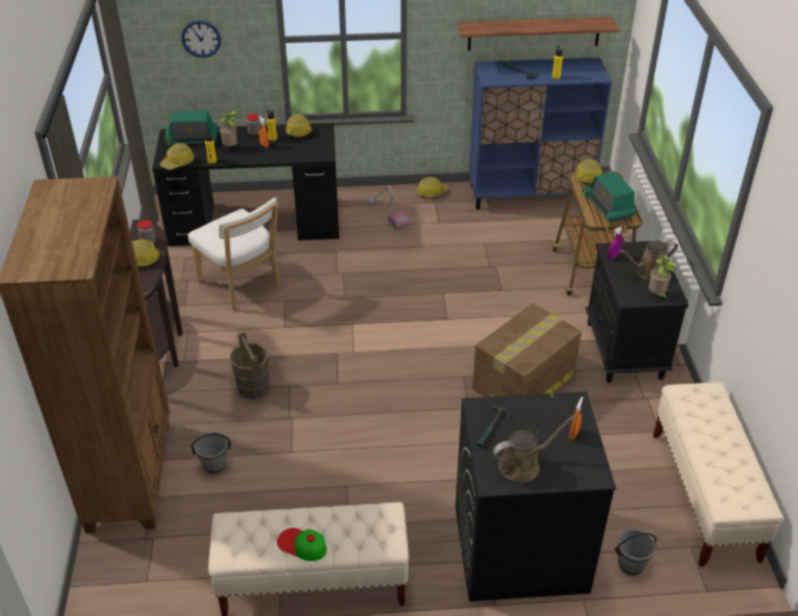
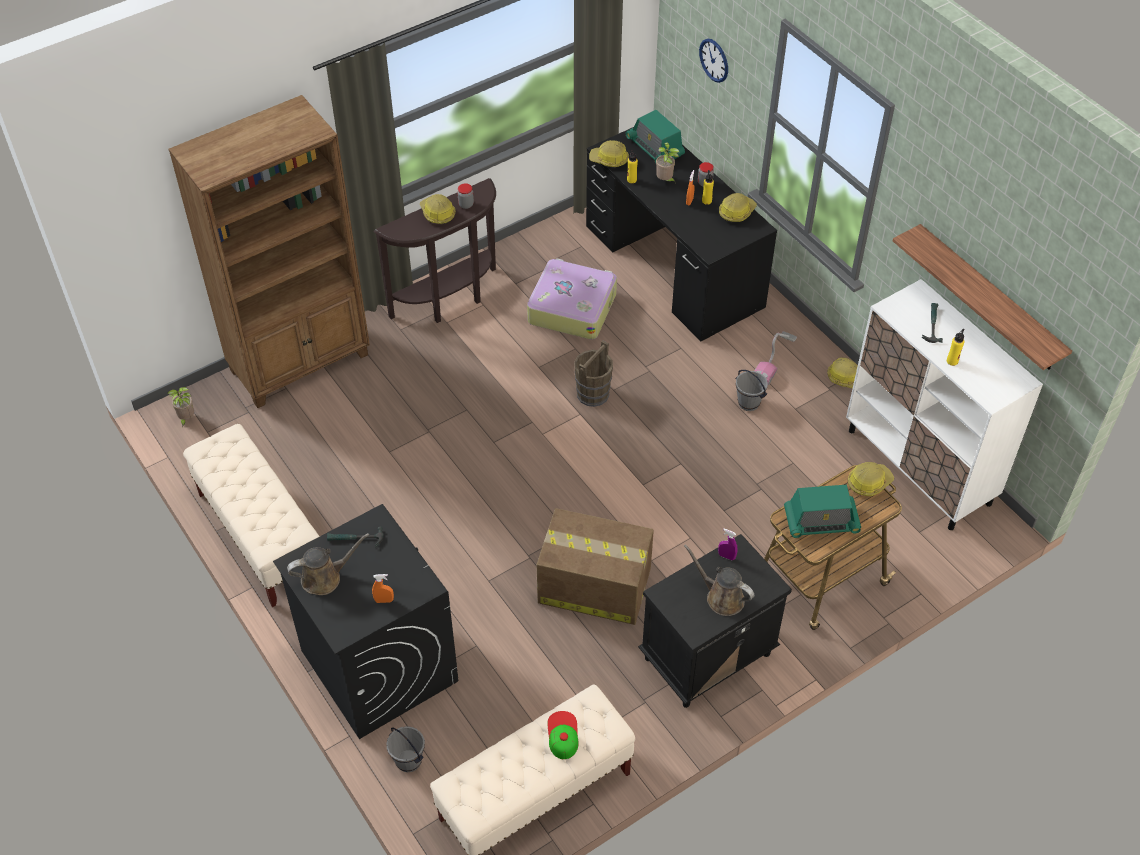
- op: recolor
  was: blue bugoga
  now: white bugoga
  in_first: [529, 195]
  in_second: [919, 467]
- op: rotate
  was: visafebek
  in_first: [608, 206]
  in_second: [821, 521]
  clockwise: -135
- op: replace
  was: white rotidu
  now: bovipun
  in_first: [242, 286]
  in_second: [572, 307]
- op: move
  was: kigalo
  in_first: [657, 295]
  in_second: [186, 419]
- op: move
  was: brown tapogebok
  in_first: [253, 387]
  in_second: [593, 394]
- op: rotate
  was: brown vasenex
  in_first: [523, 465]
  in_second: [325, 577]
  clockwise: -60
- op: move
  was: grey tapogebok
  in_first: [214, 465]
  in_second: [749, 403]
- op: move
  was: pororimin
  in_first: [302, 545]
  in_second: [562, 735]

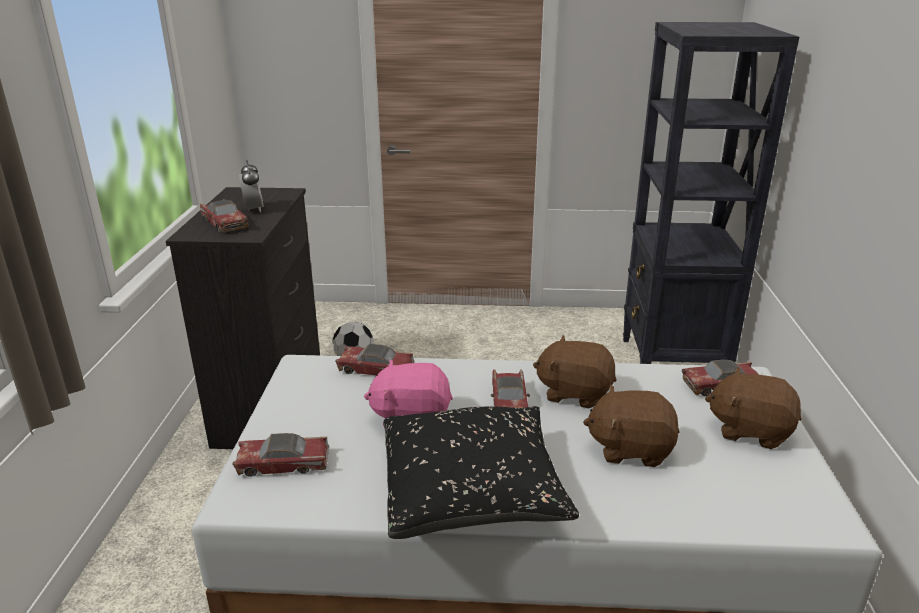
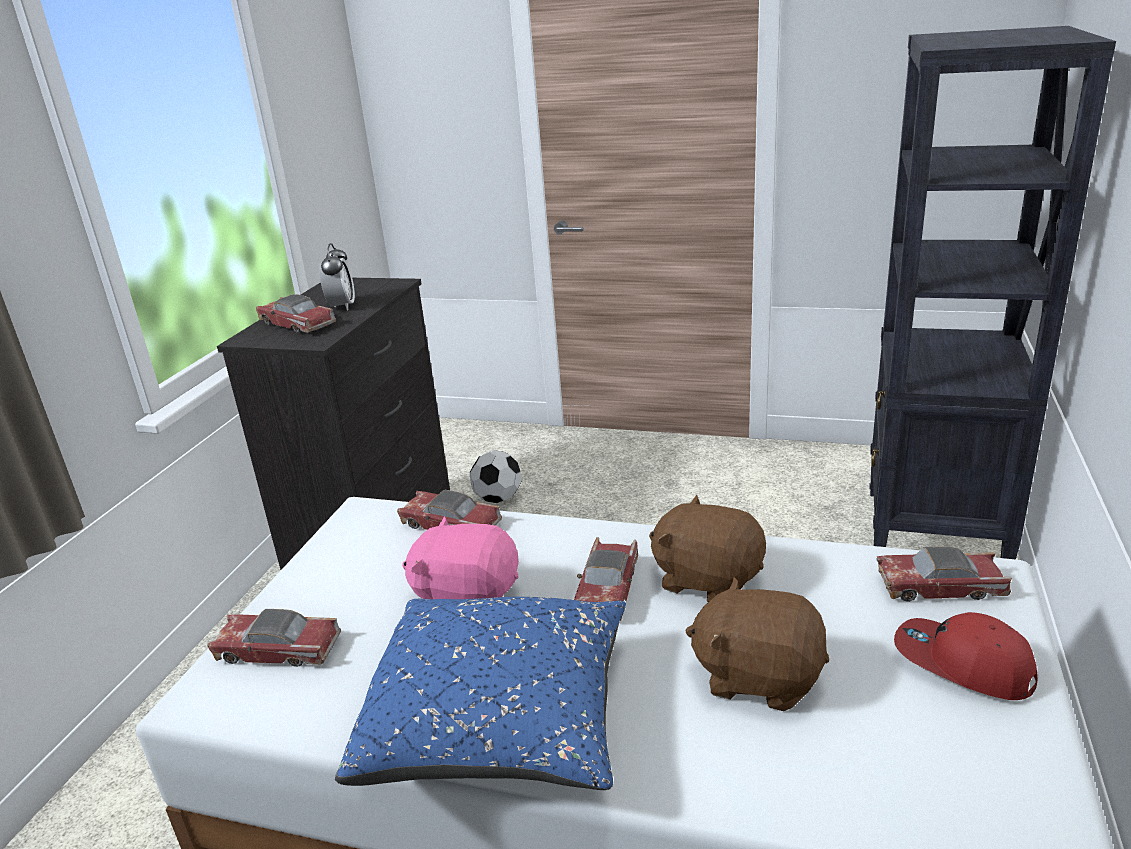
- op: rotate
  was: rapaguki
  in_first: [224, 223]
  in_second: [297, 324]
  clockwise: 150
- op: replace
  was: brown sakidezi
  now: red pororimin
  in_first: [750, 430]
  in_second: [962, 664]
- op: recolor
  was: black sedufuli
  now: blue sedufuli
  in_first: [472, 492]
  in_second: [500, 721]

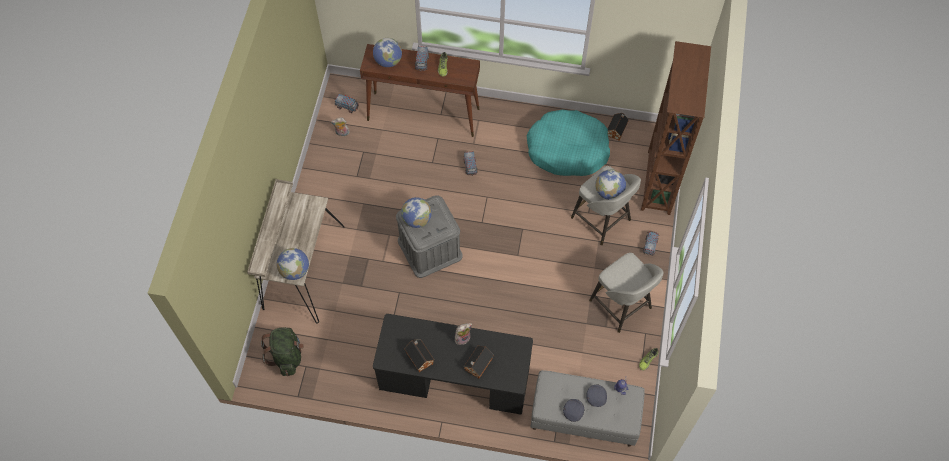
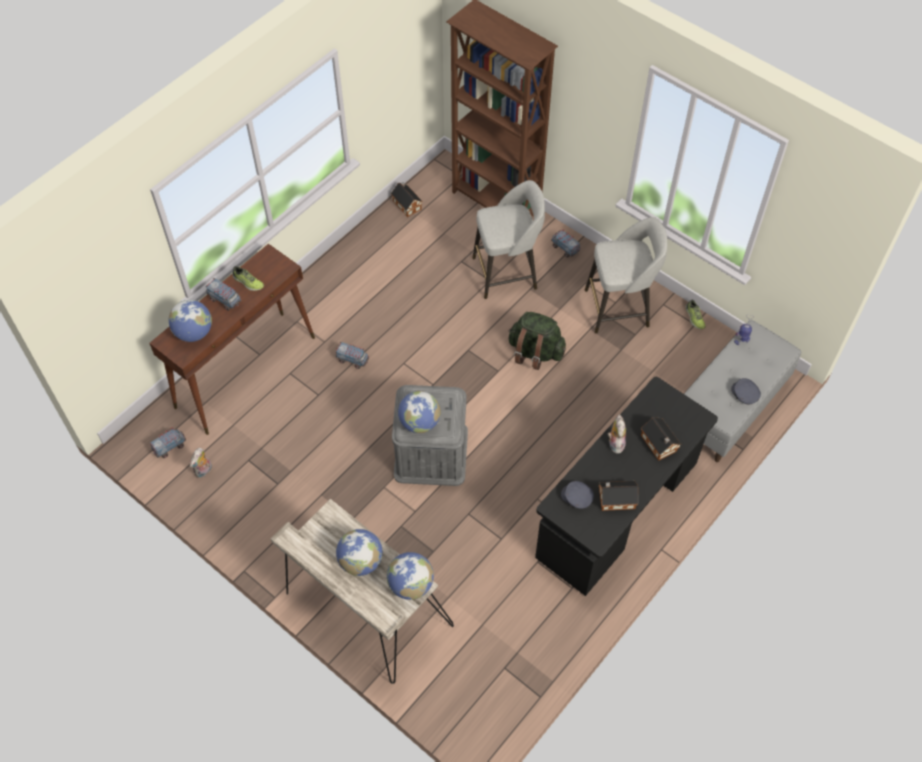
- op: delete
  was: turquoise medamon
  in_first: [567, 149]
- op: move
  was: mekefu
  in_first: [609, 192]
  in_second: [361, 561]
- op: move
  was: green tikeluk
  in_first: [287, 356]
  in_second: [535, 352]
- op: move
  was: grey pororimin
  in_first: [595, 396]
  in_second: [577, 497]

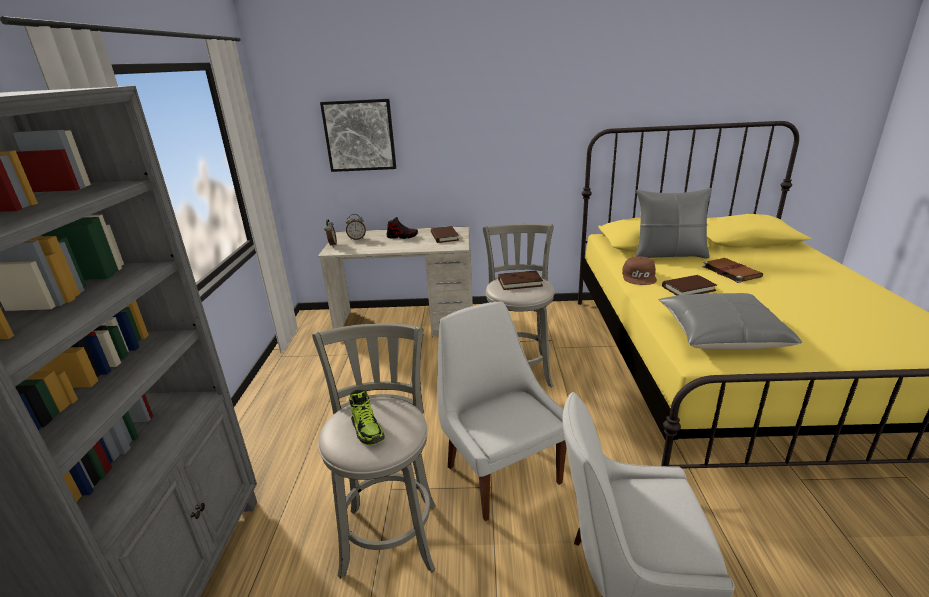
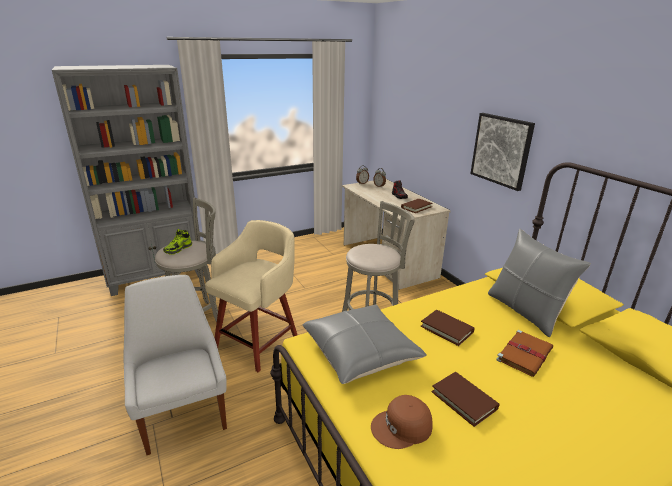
- op: move
  was: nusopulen
  in_first: [359, 135]
  in_second: [501, 150]
- op: move
  was: brown pororimin
  in_first: [639, 276]
  in_second: [402, 427]
- op: move
  was: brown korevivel
  in_first: [520, 282]
  in_second: [464, 400]
- op: replace
  was: white rotidu
  now: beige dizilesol
  in_first: [500, 471]
  in_second: [259, 342]

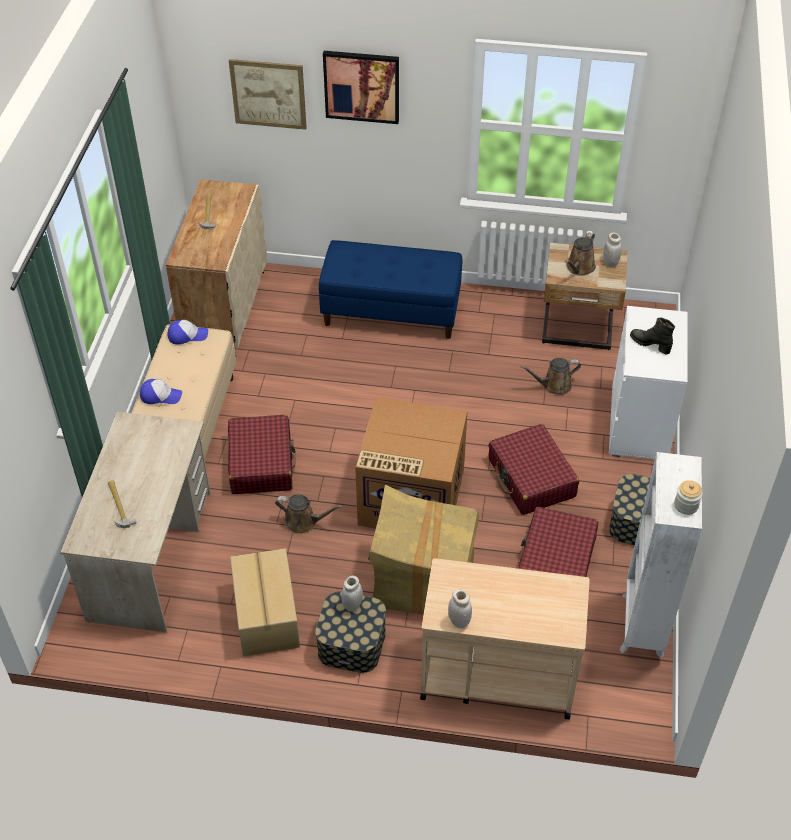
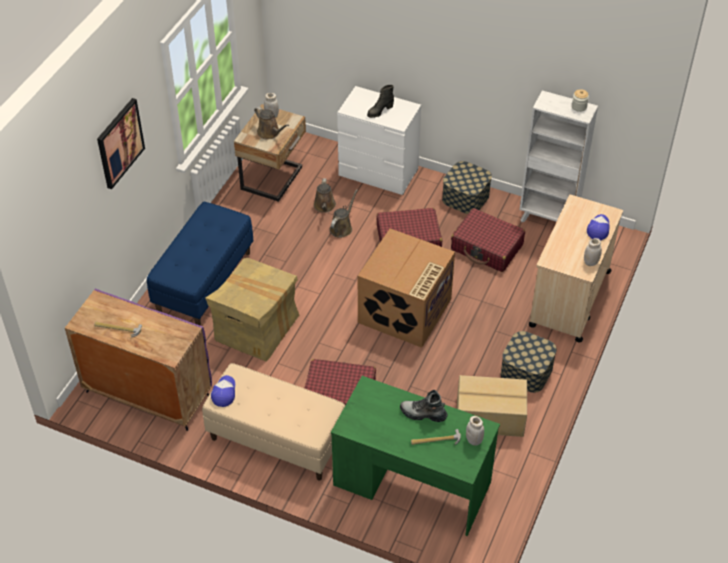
- op: delete
  was: nusopulen
  in_first: [268, 94]
- op: recolor
  was: beige bugoga
  now: purple bugoga
  in_first: [225, 310]
  in_second: [147, 393]
- op: move
  was: pororimin
  in_first: [160, 395]
  in_second: [598, 229]
- op: recolor
  was: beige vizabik
  now: green vizabik
  in_first: [151, 555]
  in_second: [412, 483]
- op: move
  was: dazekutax
  in_first: [423, 580]
  in_second: [256, 329]
- op: move
  was: brown vasenex
  in_first: [304, 522]
  in_second: [342, 227]
- op: move
  was: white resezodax
  in_first: [352, 605]
  in_second: [474, 440]
- op: insert
  now: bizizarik
  in_second: [423, 414]

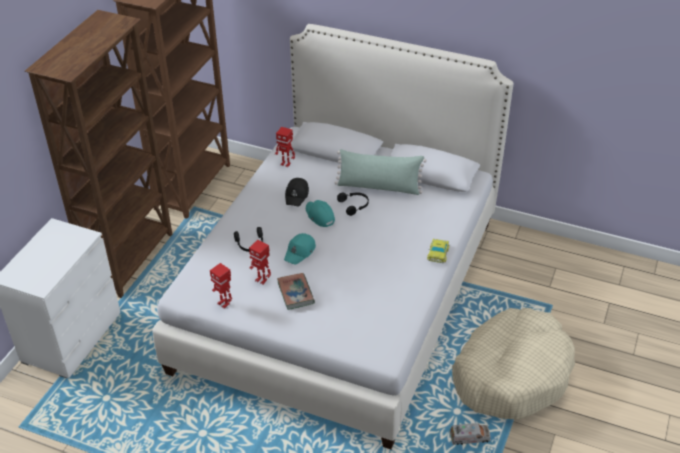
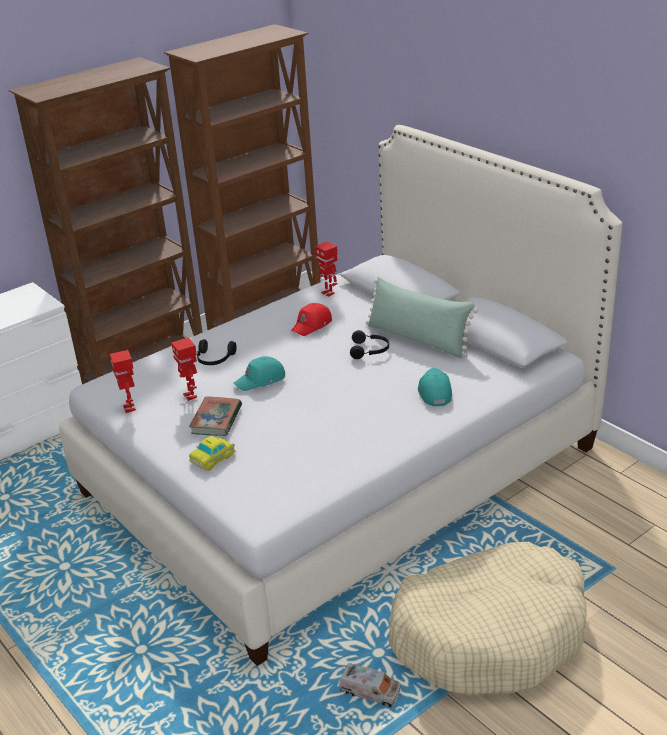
- op: recolor
  was: black pororimin
  now: red pororimin
  in_first: [297, 195]
  in_second: [312, 325]
- op: move
  was: turquoise pororimin
  in_first: [319, 216]
  in_second: [434, 392]
- op: move
  was: rapaguki
  in_first: [438, 253]
  in_second: [213, 457]

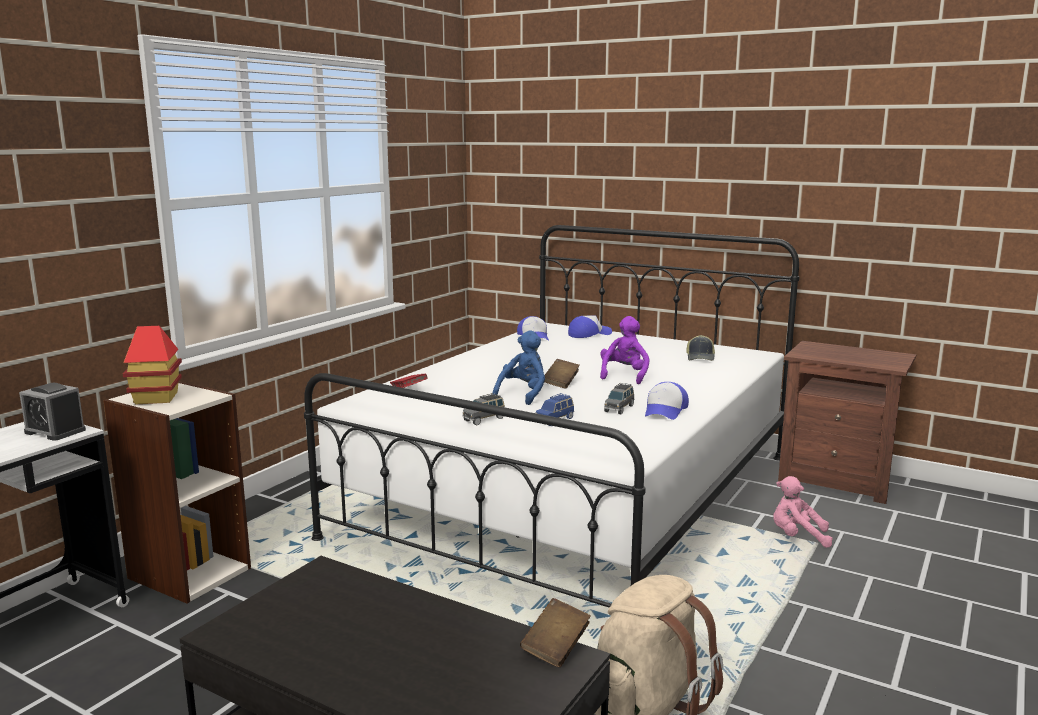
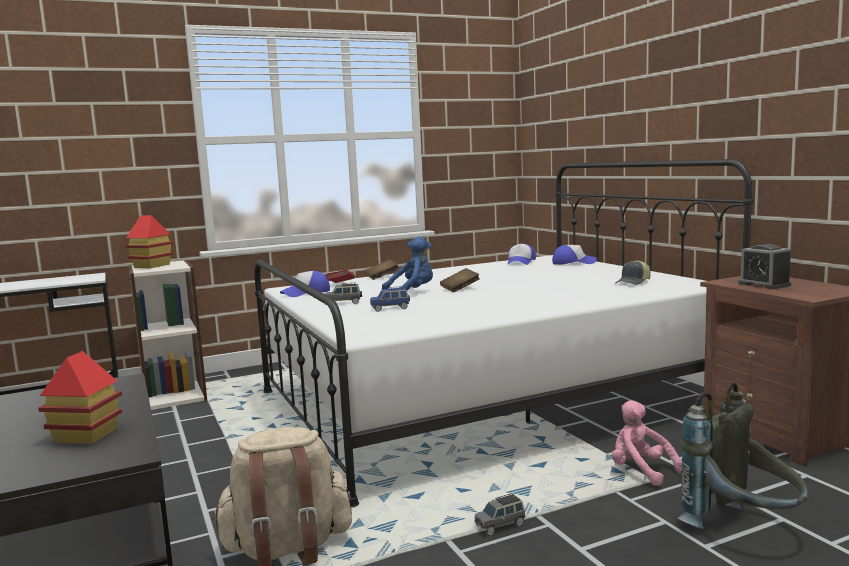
- op: delete
  was: purple sakidezi
  in_first: [624, 375]
- op: move
  was: pororimin
  in_first: [665, 411]
  in_second: [306, 293]
- op: move
  was: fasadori
  in_first: [55, 431]
  in_second: [764, 284]
- op: move
  was: grey rapaguki
  in_first: [619, 408]
  in_second: [500, 525]
- op: move
  was: brown korevivel
  in_first: [556, 647]
  in_second: [382, 277]
- op: insert
  now: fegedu
  in_second: [85, 436]
- op: insert
  now: grey tikeluk
  in_second: [743, 529]

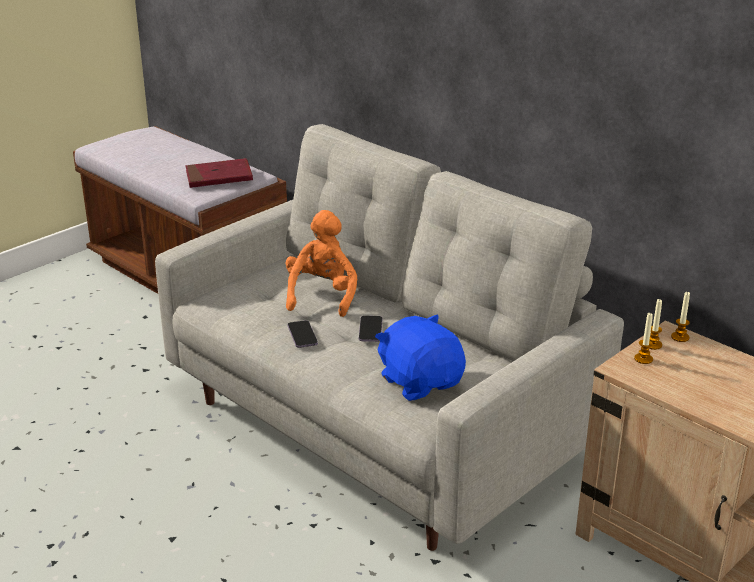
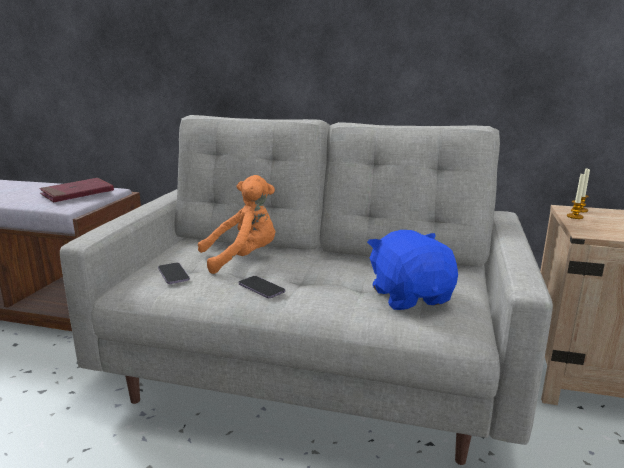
- op: rotate
  was: orange sakidezi
  in_first: [322, 295]
  in_second: [243, 258]
  clockwise: 90
- op: delete
  was: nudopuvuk
  in_first: [643, 359]
- op: rotate
  was: blue sakidezi
  in_first: [420, 382]
  in_second: [410, 296]
  clockwise: 45
- op: move
  was: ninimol
  in_first: [370, 330]
  in_second: [173, 274]

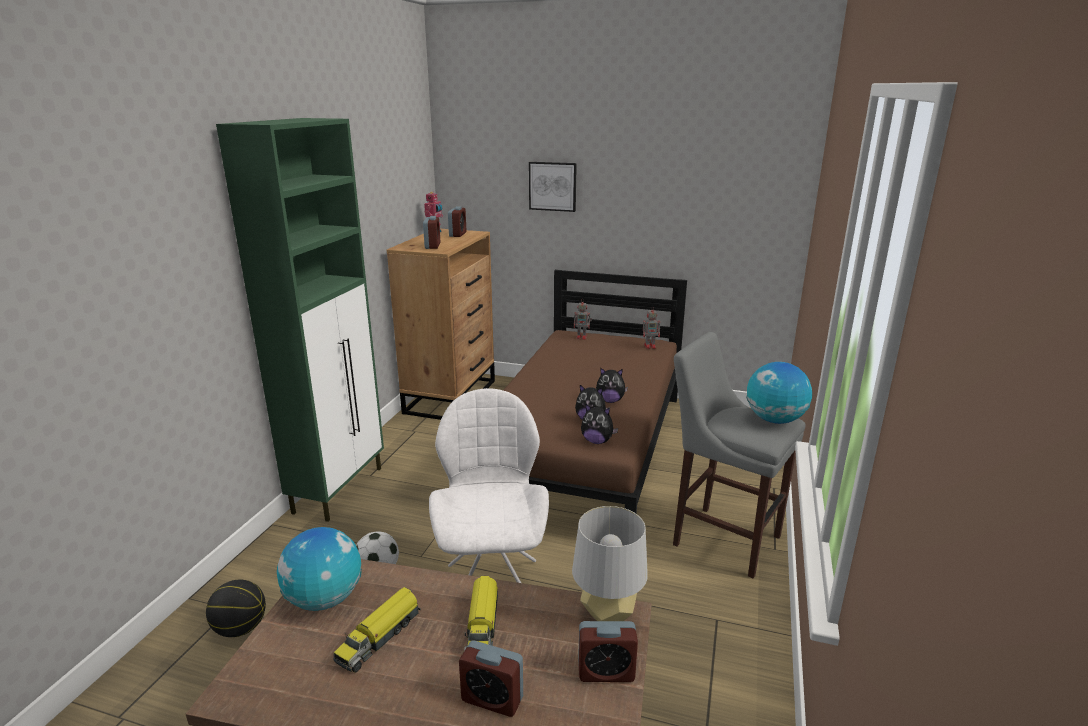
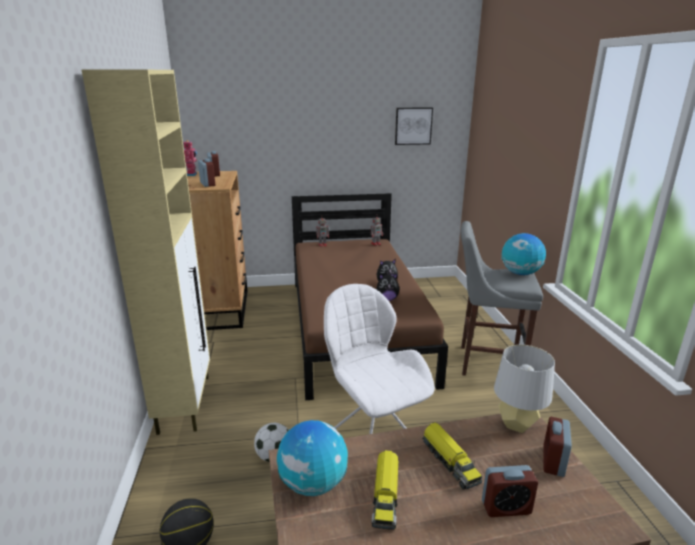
- op: recolor
  was: green bugoga
  now: beige bugoga
  in_first: [339, 489]
  in_second: [185, 402]
- op: move
  was: nusopulen
  in_first: [553, 186]
  in_second: [413, 126]
- op: delete
  was: sakidezi
  in_first: [597, 441]
- op: rotate
  was: fasadori
  in_first: [606, 672]
  in_second: [553, 461]
  clockwise: 135

